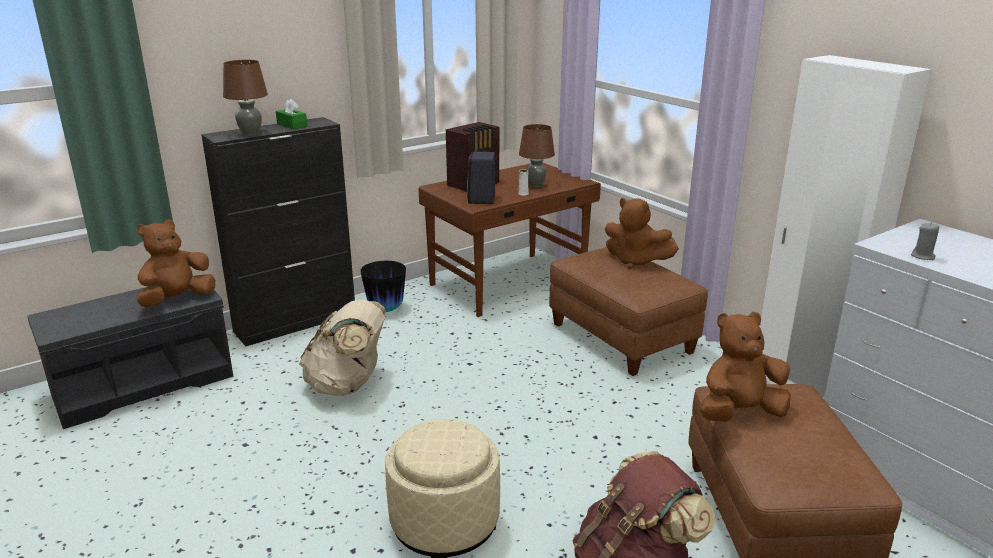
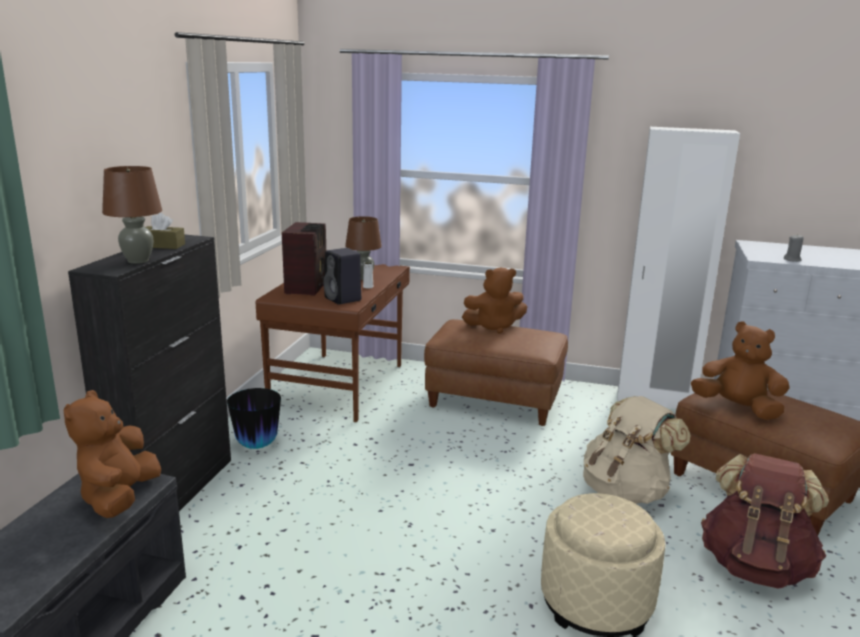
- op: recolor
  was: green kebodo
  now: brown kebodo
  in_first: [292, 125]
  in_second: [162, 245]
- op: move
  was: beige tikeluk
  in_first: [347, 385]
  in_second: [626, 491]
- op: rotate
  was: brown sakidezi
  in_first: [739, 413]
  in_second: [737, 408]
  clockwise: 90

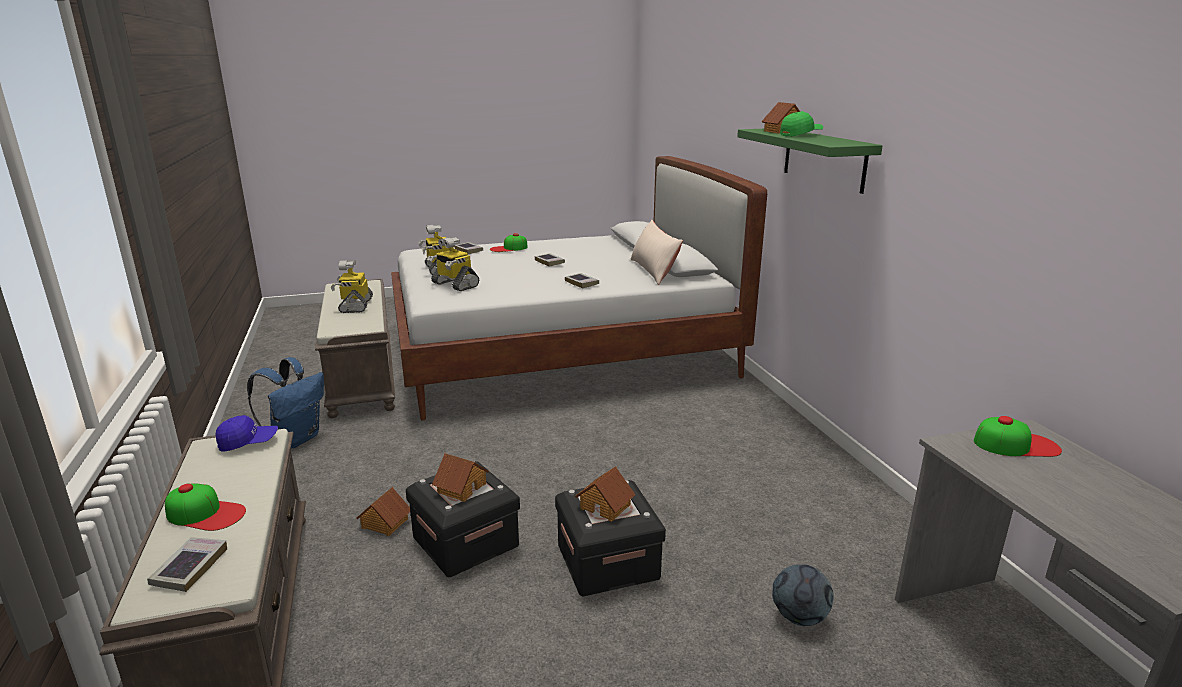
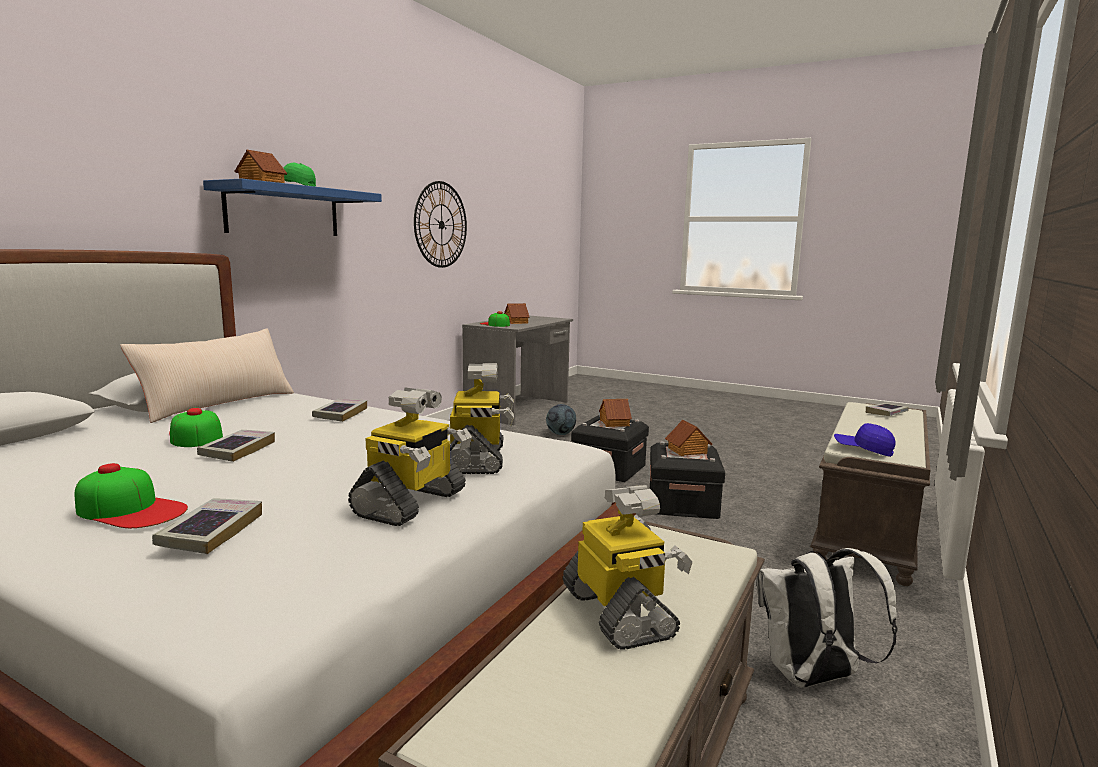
- op: recolor
  was: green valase
  now: blue valase
  in_first: [823, 159]
  in_second: [283, 211]
- op: rotate
  was: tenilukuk
  in_first: [355, 306]
  in_second: [620, 613]
  clockwise: -60
- op: recolor
  was: blue tikeluk
  now: white tikeluk
  in_first: [296, 439]
  in_second: [812, 678]
- op: move
  was: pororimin
  in_first: [205, 513]
  in_second: [195, 435]
- op: move
  was: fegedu
  in_first: [384, 523]
  in_second: [516, 322]
- op: insert
  now: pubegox
  in_second: [441, 225]

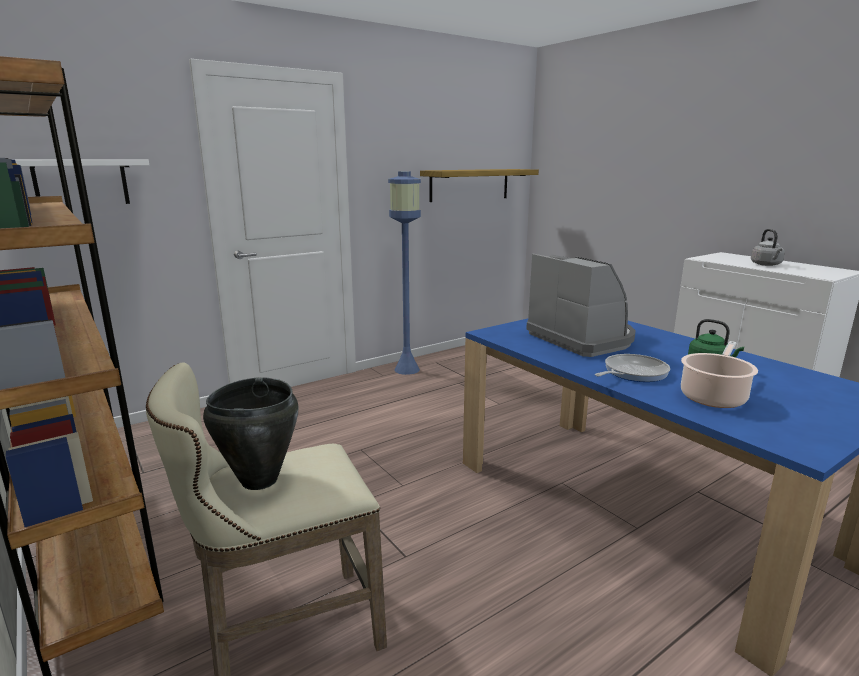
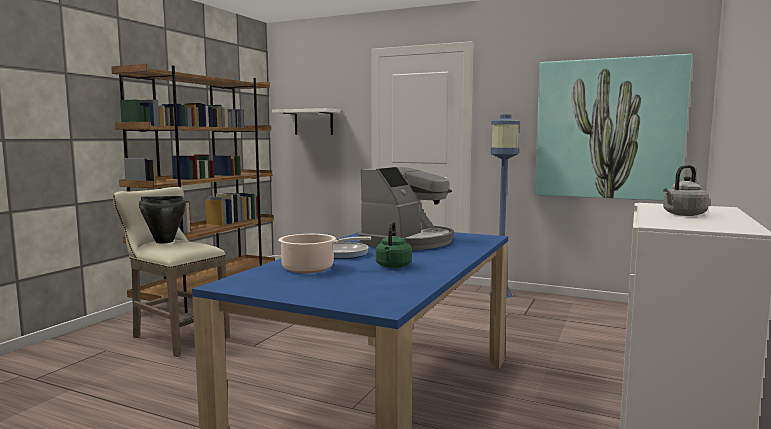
- op: replace
  was: valase
  now: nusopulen
  in_first: [469, 185]
  in_second: [608, 129]

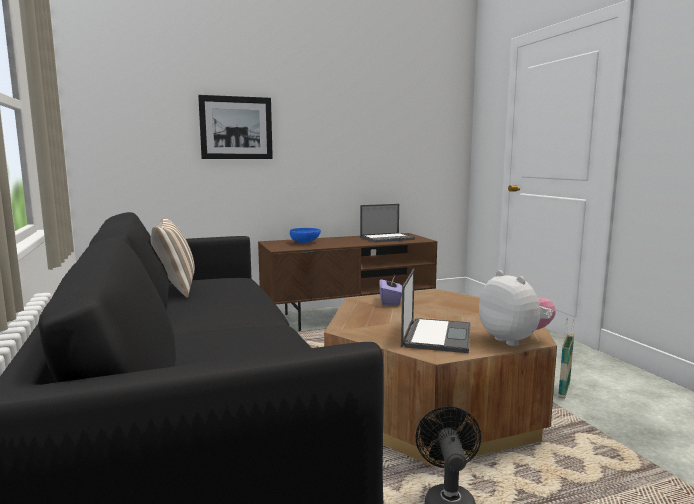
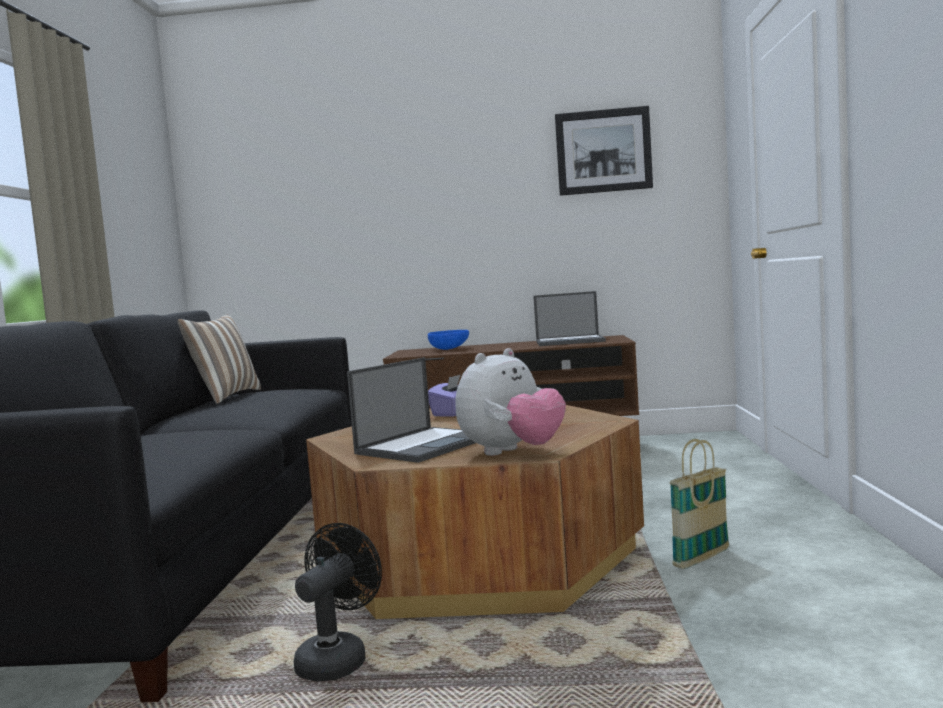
- op: move
  was: nusopulen
  in_first: [236, 128]
  in_second: [603, 151]
- op: rotate
  was: sakidezi
  in_first: [514, 340]
  in_second: [512, 453]
  clockwise: 45

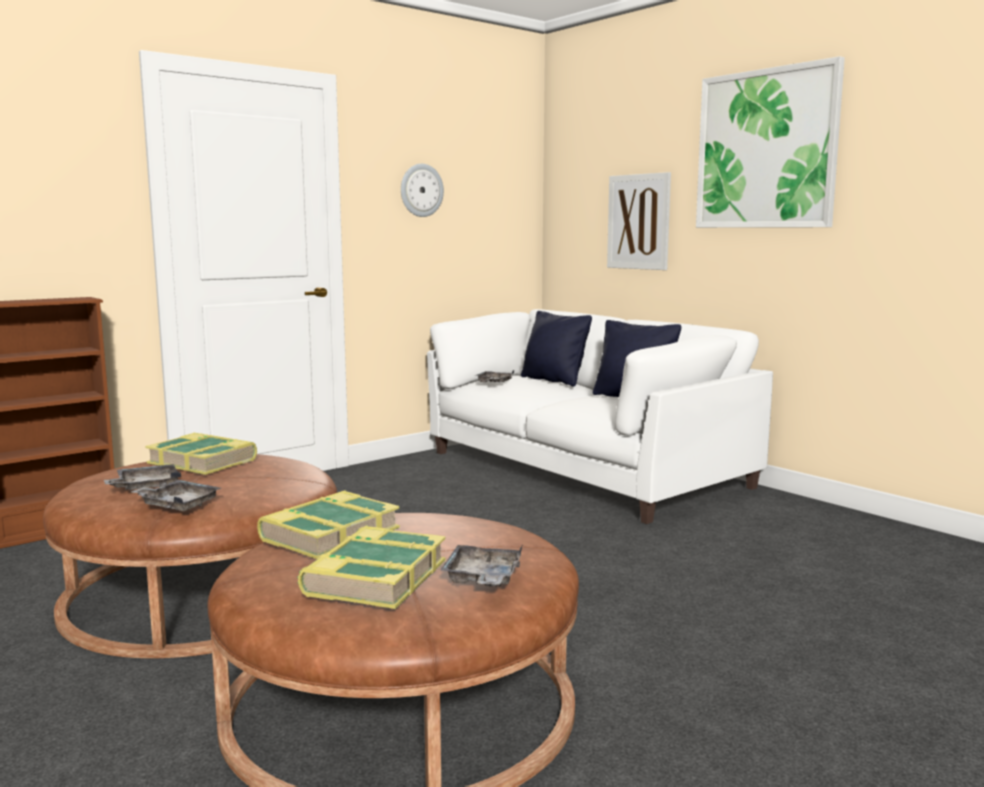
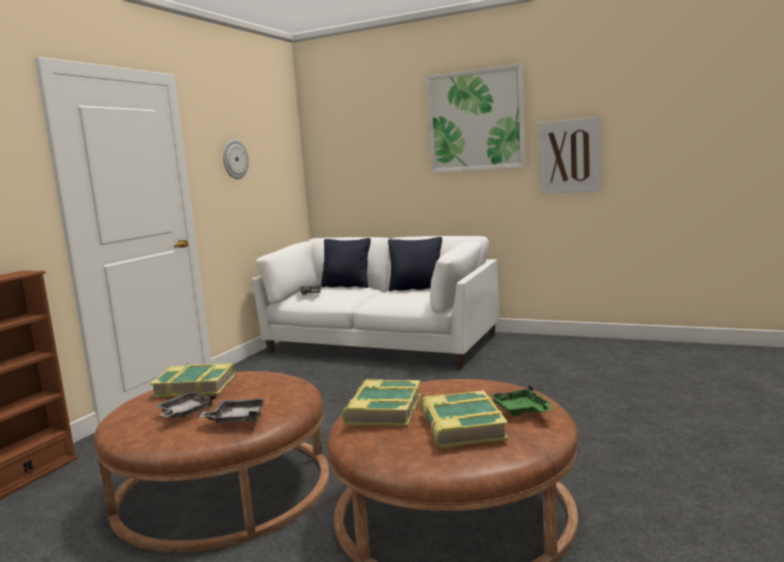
- op: move
  was: nusopulen
  in_first: [638, 222]
  in_second: [569, 156]
- op: recolor
  was: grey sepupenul
  now: green sepupenul
  in_first: [482, 579]
  in_second: [521, 411]

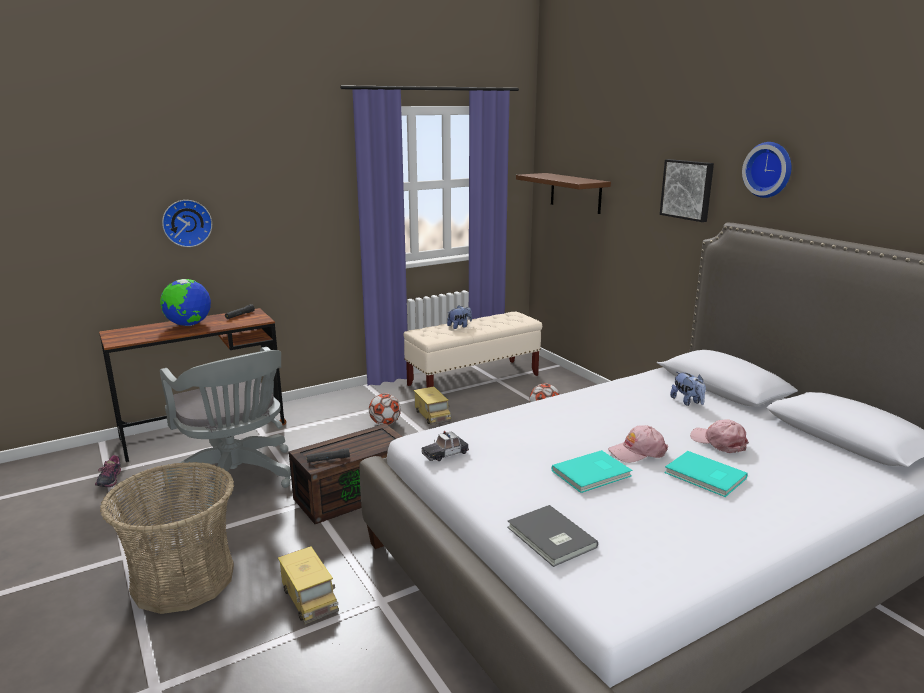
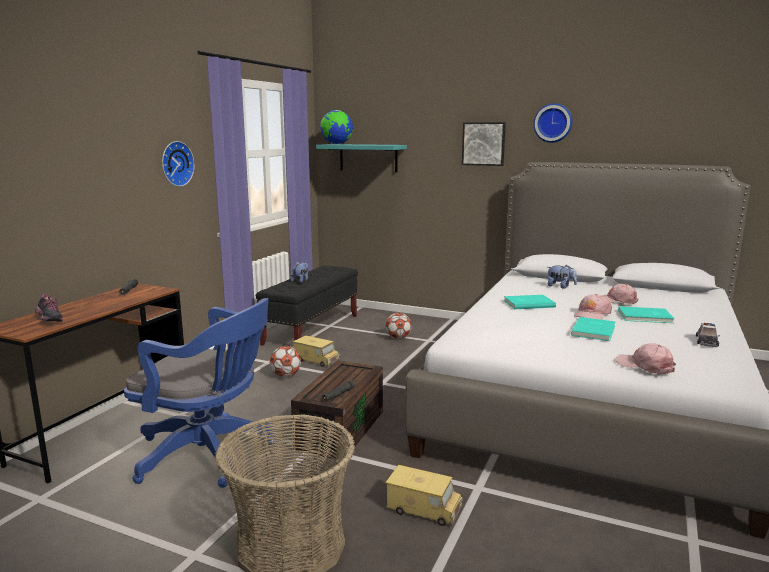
- op: recolor
  was: brown valase
  now: turquoise valase
  in_first: [575, 193]
  in_second: [368, 157]
- op: move
  was: pubegox
  in_first: [186, 223]
  in_second: [175, 163]
- op: move
  was: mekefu
  in_first: [188, 325]
  in_second: [336, 144]
- op: recolor
  was: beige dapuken
  now: black dapuken
  in_first: [474, 380]
  in_second: [312, 330]
- op: recolor
  was: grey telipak
  now: blue telipak
  in_first: [236, 478]
  in_second: [210, 454]
- op: move
  was: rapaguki
  in_first: [445, 453]
  in_second: [706, 341]
- op: move
  was: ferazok
  in_first: [109, 480]
  in_second: [49, 320]
- op: replace
  was: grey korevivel
  now: pink pororimin
  in_first: [550, 538]
  in_second: [645, 366]
- op: insert
  now: turquoise korevivel
  in_second: [528, 303]

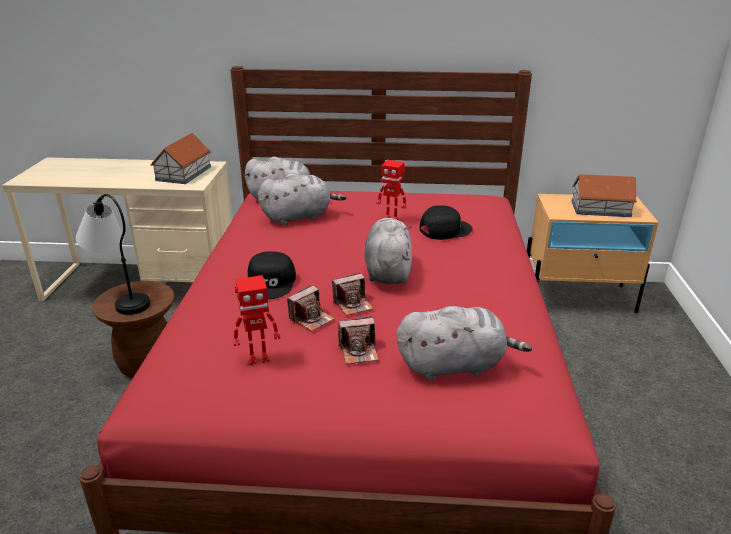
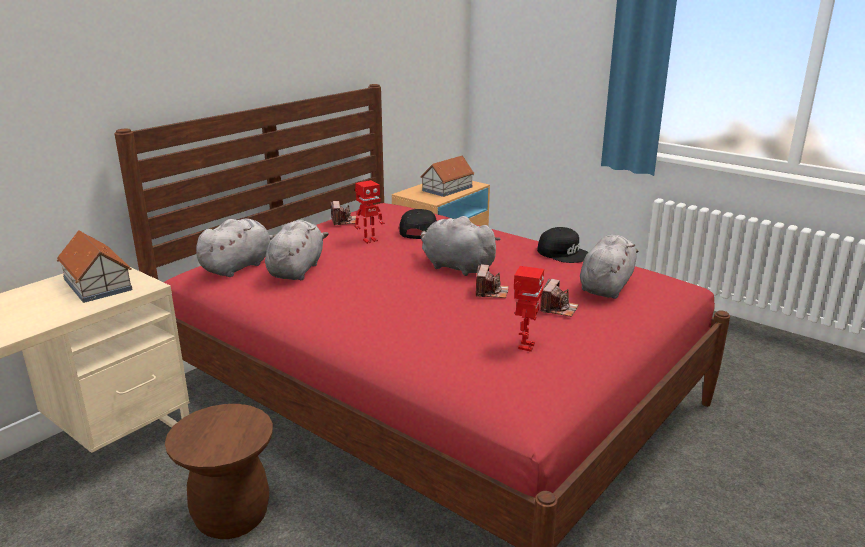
- op: delete
  was: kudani
  in_first: [121, 297]
- op: move
  was: black pororimin
  in_first: [271, 283]
  in_second: [564, 253]
- op: move
  was: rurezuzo
  in_first: [311, 319]
  in_second: [344, 221]

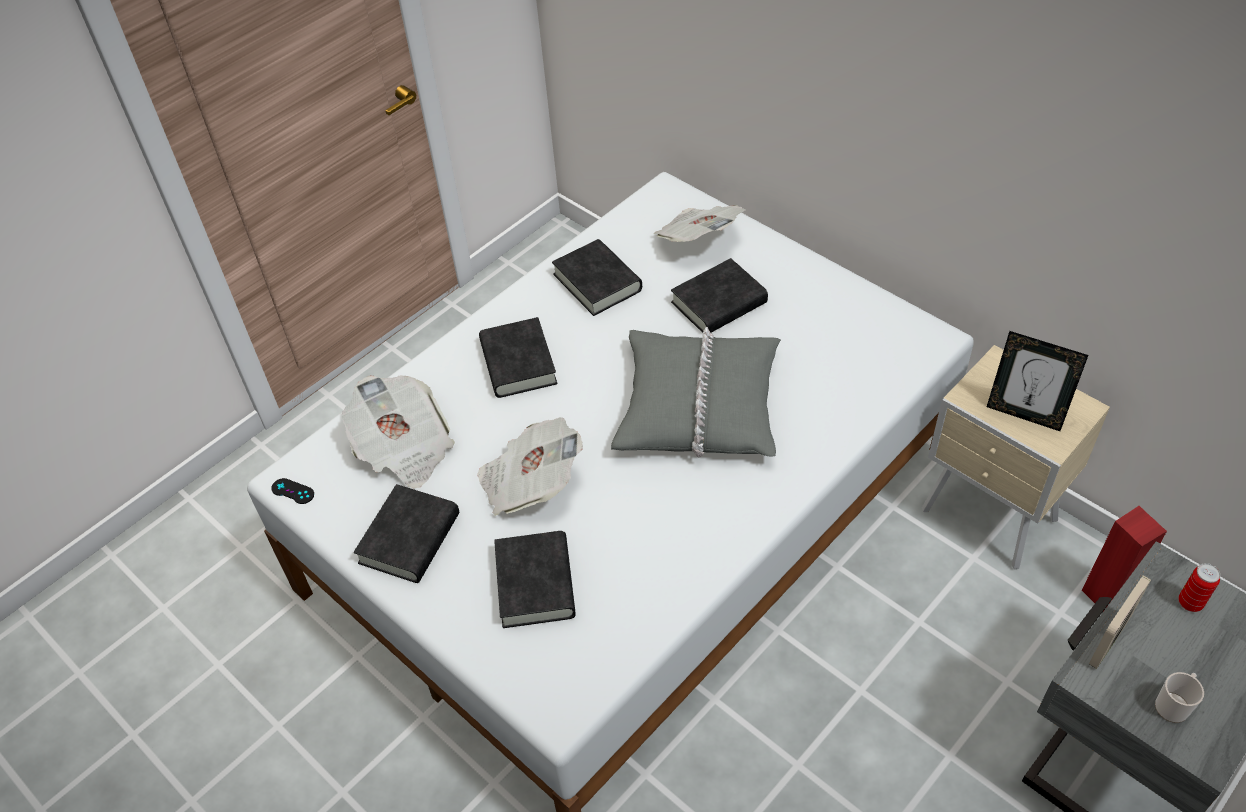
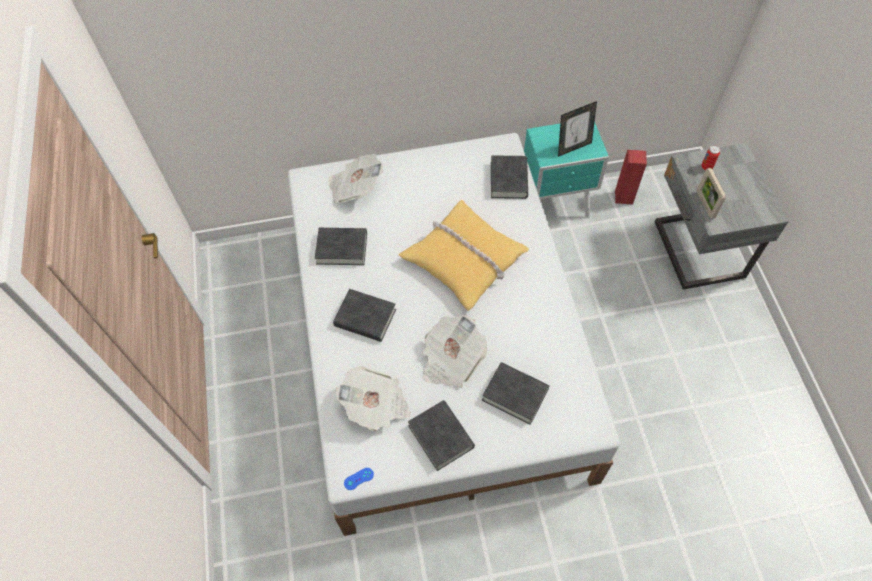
- op: move
  was: black korevivel
  in_first: [719, 303]
  in_second: [508, 180]
- op: recolor
  was: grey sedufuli
  now: yellow sedufuli
  in_first: [698, 405]
  in_second: [464, 259]
- op: recolor
  was: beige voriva
  now: turquoise voriva
  in_first: [990, 518]
  in_second: [556, 206]
- op: recolor
  was: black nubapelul
  now: blue nubapelul
  in_first: [293, 491]
  in_second: [359, 479]
- op: delete
  was: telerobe
  in_first: [1173, 705]

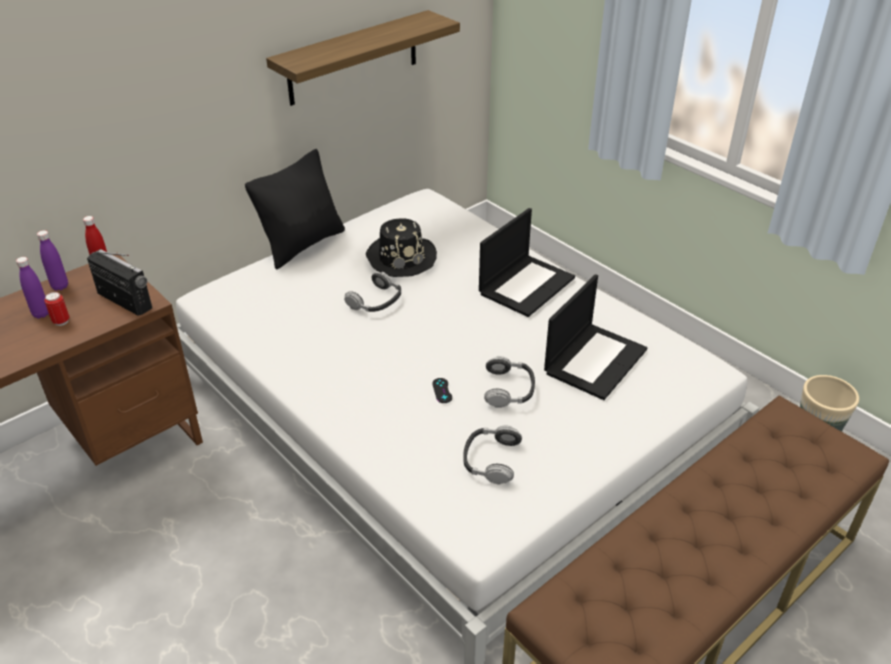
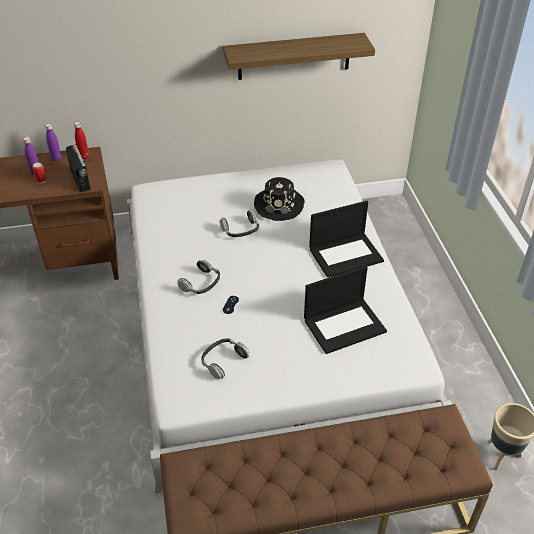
- op: delete
  was: black sedufuli
  in_first: [302, 245]
- op: move
  was: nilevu
  in_first: [509, 389]
  in_second: [201, 283]

